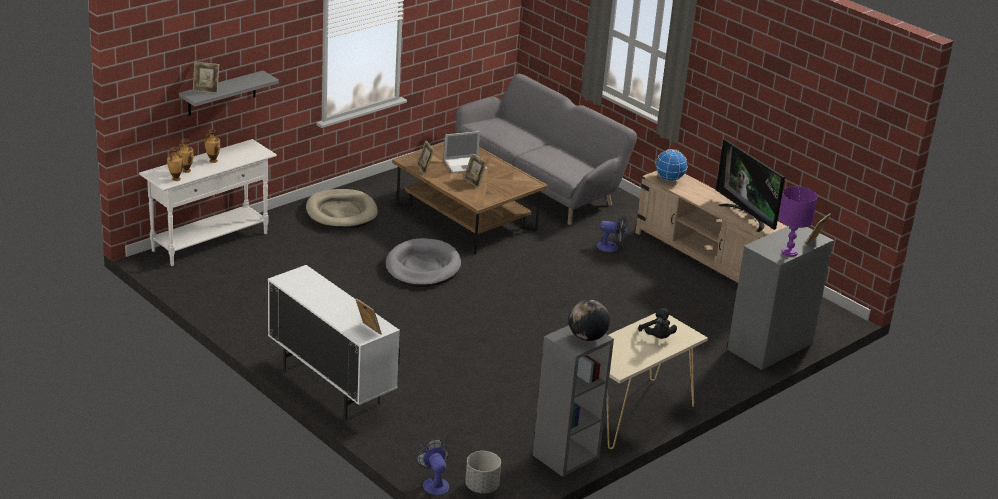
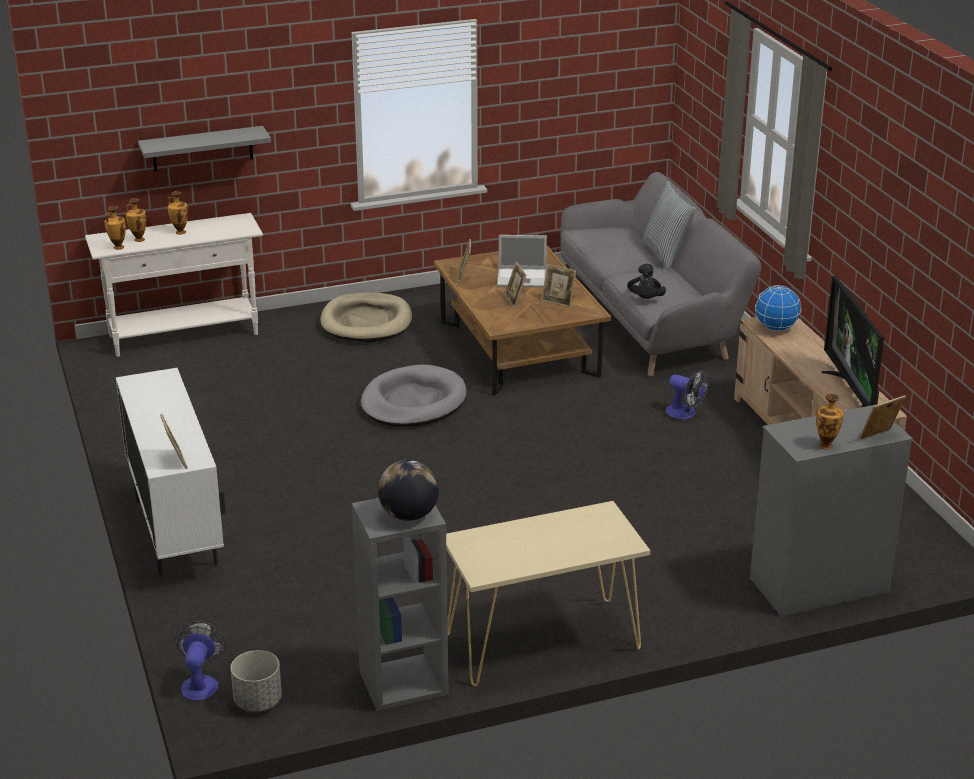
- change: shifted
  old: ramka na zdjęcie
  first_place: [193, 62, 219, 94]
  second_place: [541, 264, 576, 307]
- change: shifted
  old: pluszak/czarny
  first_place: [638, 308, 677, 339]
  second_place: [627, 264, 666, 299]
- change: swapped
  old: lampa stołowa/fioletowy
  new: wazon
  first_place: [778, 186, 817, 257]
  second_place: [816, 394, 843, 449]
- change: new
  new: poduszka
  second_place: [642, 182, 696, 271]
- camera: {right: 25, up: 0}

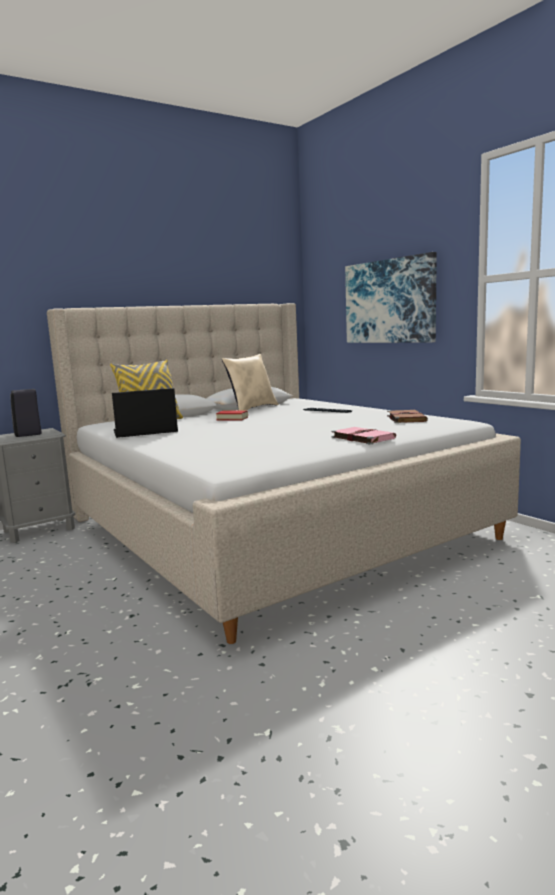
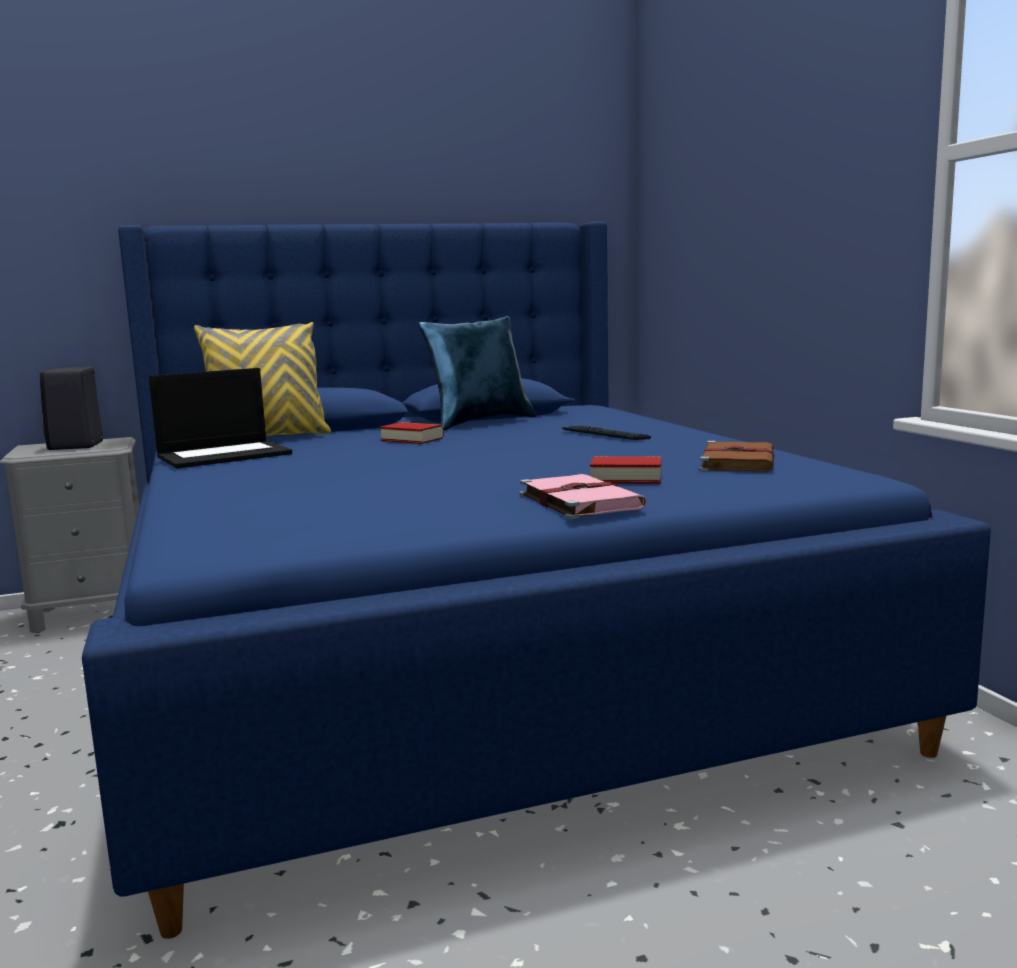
- change: repainted
  old: łóżko/beżowy
  new: łóżko/niebieski
  first_place: [47, 303, 521, 644]
  second_place: [82, 222, 991, 939]
- change: rotated
  old: laptop
  first_place: [112, 388, 178, 438]
  second_place: [149, 368, 292, 469]
  degrees: 150
- change: repainted
  old: poduszka/beżowy
  new: poduszka/niebieski
  first_place: [222, 354, 279, 410]
  second_place: [418, 316, 536, 430]
- change: gone
  old: obraz
  first_place: [345, 252, 437, 343]
- change: new
  new: książka
  second_place: [590, 456, 661, 484]
- camera: {right: 15, up: 0}

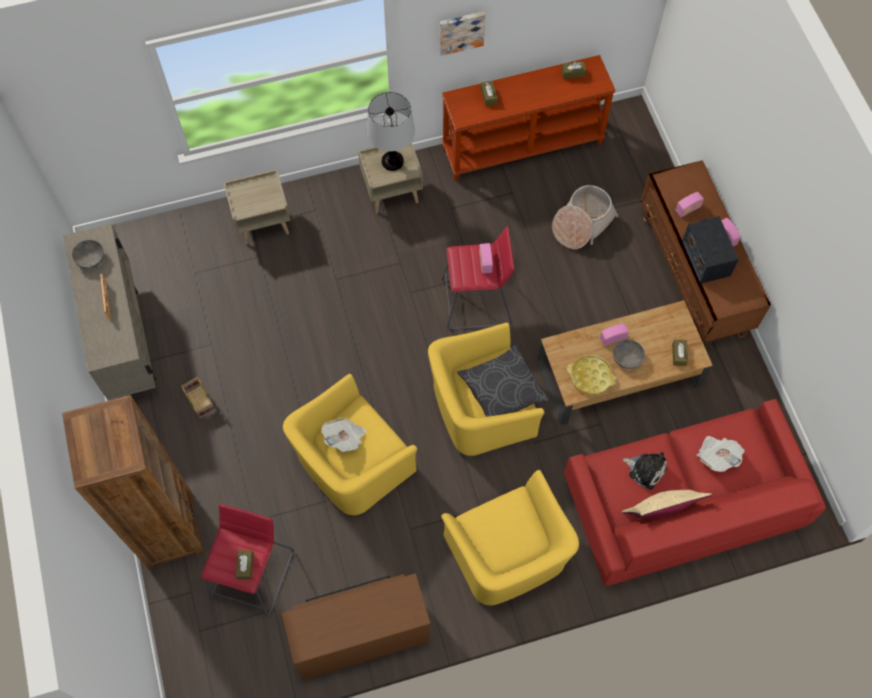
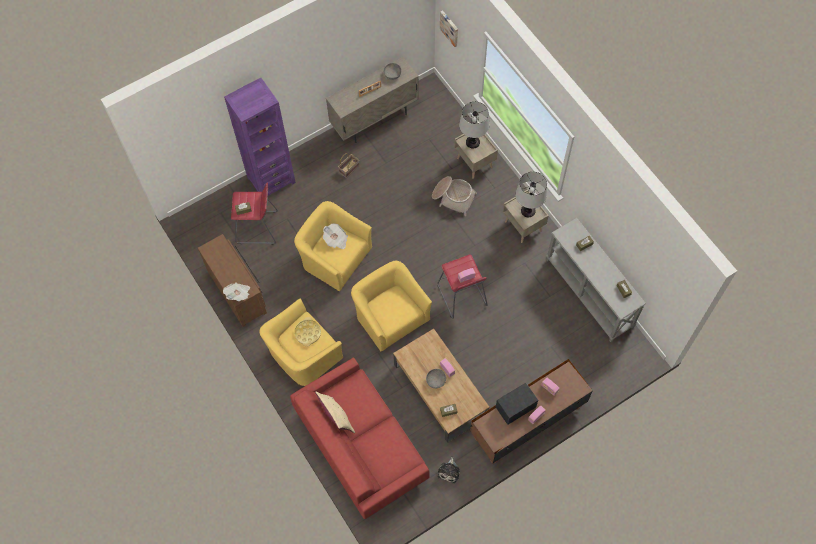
- change: repainted
  old: regał/brązowy
  new: regał/fioletowy
  first_place: [62, 395, 204, 569]
  second_place: [224, 78, 296, 196]
- change: shifted
  old: obraz
  first_place: [440, 11, 485, 56]
  second_place: [440, 10, 458, 47]
- change: repainted
  old: stolik konsolowy/brązowy
  new: stolik konsolowy/szary
  first_place: [442, 55, 616, 181]
  second_place: [546, 218, 646, 342]
- change: gone
  old: poduszka/szary
  first_place: [457, 344, 549, 417]
- change: shifted
  old: koszyk
  first_place: [552, 185, 619, 249]
  second_place: [432, 176, 477, 216]
- change: shifted
  old: taca/żółty
  first_place: [567, 355, 616, 395]
  second_place: [294, 317, 321, 347]
- change: shifted
  old: pluszak
  first_place: [622, 452, 667, 490]
  second_place: [438, 457, 460, 483]
- change: shifted
  old: gazeta
  first_place: [696, 436, 745, 472]
  second_place: [223, 282, 250, 301]
- change: new
  new: lampa stołowa
  second_place: [459, 101, 489, 149]
- camera: {right: 75, up: 0}

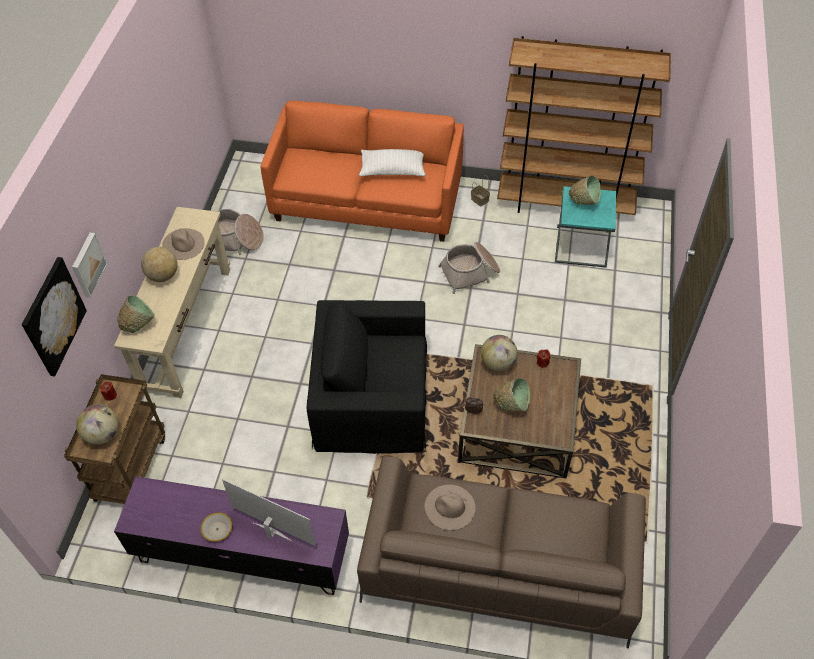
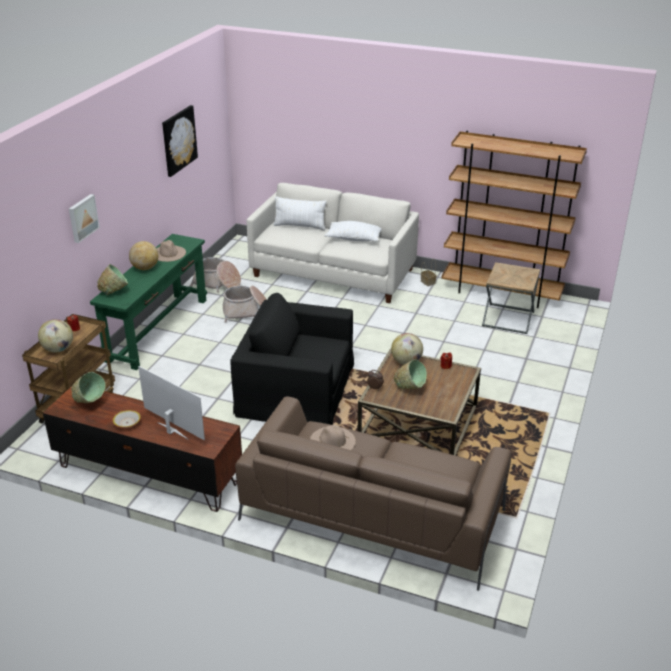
- change: shifted
  old: obraz
  first_place: [22, 257, 87, 376]
  second_place: [162, 105, 198, 177]
- change: repainted
  old: stolik konsolowy/beżowy
  new: stolik konsolowy/zielony
  first_place: [114, 207, 230, 398]
  second_place: [90, 234, 207, 370]
- change: repainted
  old: szafka pod telewizor/fioletowy
  new: szafka pod telewizor/brązowy
  first_place: [114, 476, 349, 595]
  second_place: [43, 386, 242, 512]
- change: repainted
  old: kanapa/pomarańczowy
  new: kanapa/biały
  first_place: [261, 101, 464, 242]
  second_place: [247, 183, 419, 303]
- change: shifted
  old: koszyk
  first_place: [438, 242, 500, 294]
  second_place: [222, 286, 267, 322]
- change: repainted
  old: stolik/turkusowy
  new: stolik/brązowy
  first_place: [555, 186, 616, 268]
  second_place: [482, 262, 540, 334]
- change: shifted
  old: miska/zielony
  first_place: [569, 175, 601, 205]
  second_place: [71, 372, 106, 403]
- change: new
  new: poduszka/biały
  second_place: [273, 196, 327, 230]
- camera: {right: 10, up: -20}

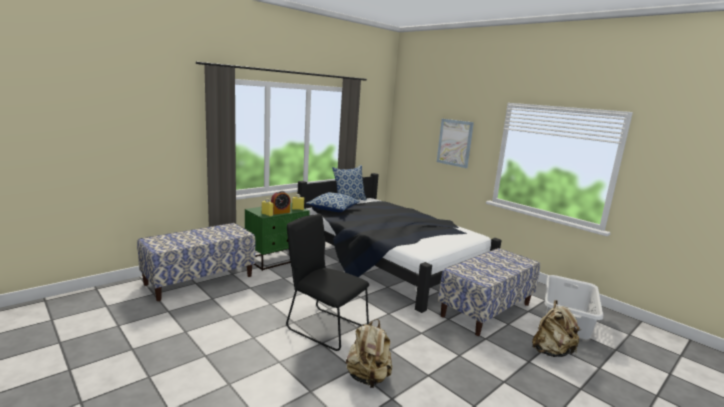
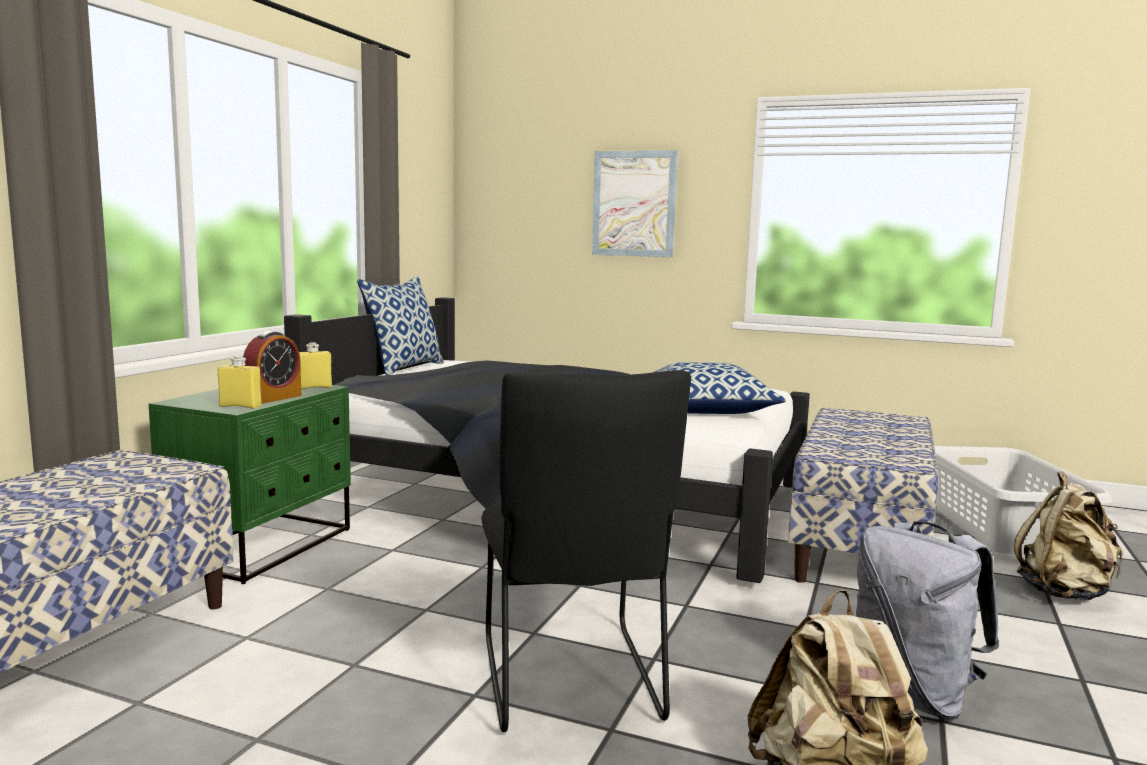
- change: rotated
  old: krzesło/czarny
  first_place: [286, 214, 369, 351]
  second_place: [481, 370, 691, 732]
  degrees: -105
- change: shifted
  old: poduszka
  first_place: [306, 192, 360, 212]
  second_place: [652, 362, 786, 414]
- change: new
  new: plecak/szary
  second_place: [856, 521, 999, 720]
- camera: {right: -25, up: -5}

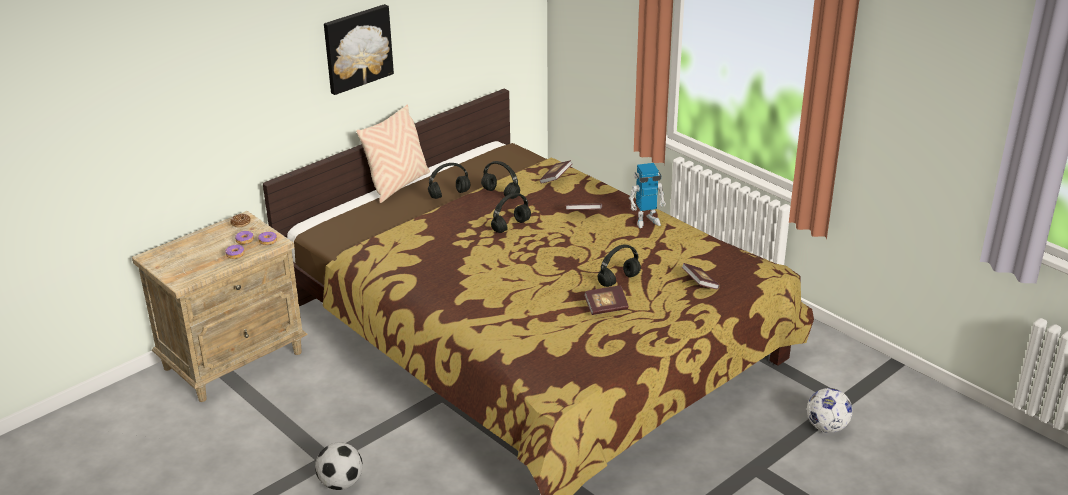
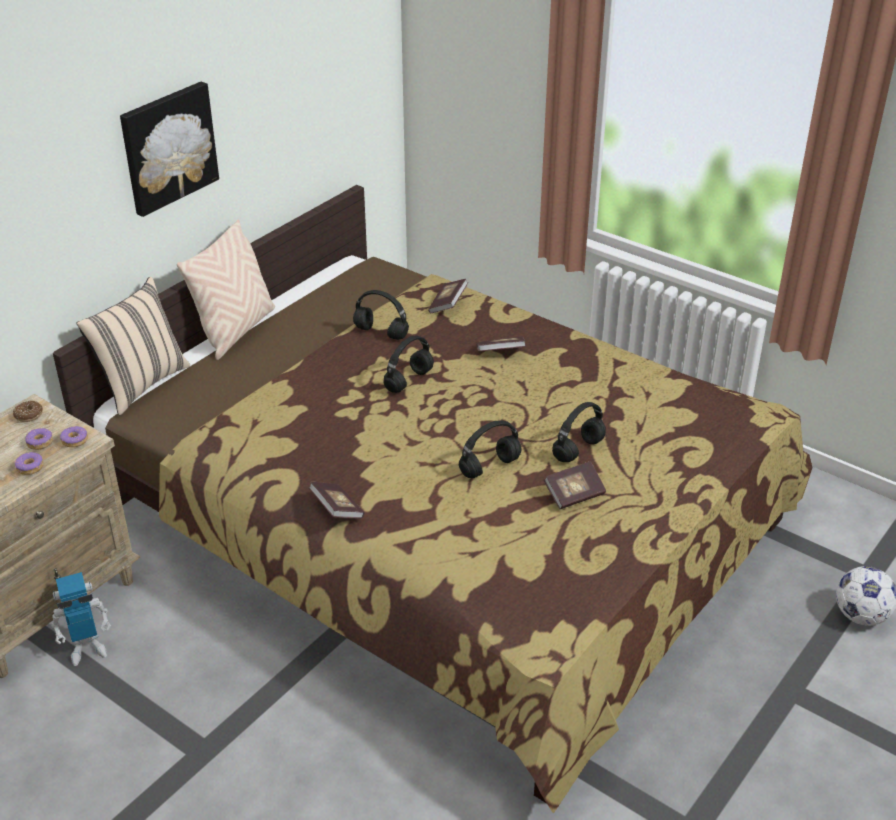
- change: gone
  old: piłka futbolowa
  first_place: [315, 442, 363, 490]
- change: shifted
  old: słuchawki/czarny
  first_place: [428, 163, 470, 199]
  second_place: [459, 420, 522, 478]
- change: shifted
  old: robot zabawkowy
  first_place: [629, 163, 666, 228]
  second_place: [51, 572, 111, 666]
- change: shifted
  old: książka
  first_place: [681, 263, 720, 290]
  second_place: [309, 482, 364, 519]
- change: new
  new: poduszka/beżowy
  second_place: [76, 277, 190, 415]
- camera: {right: -10, up: 5}

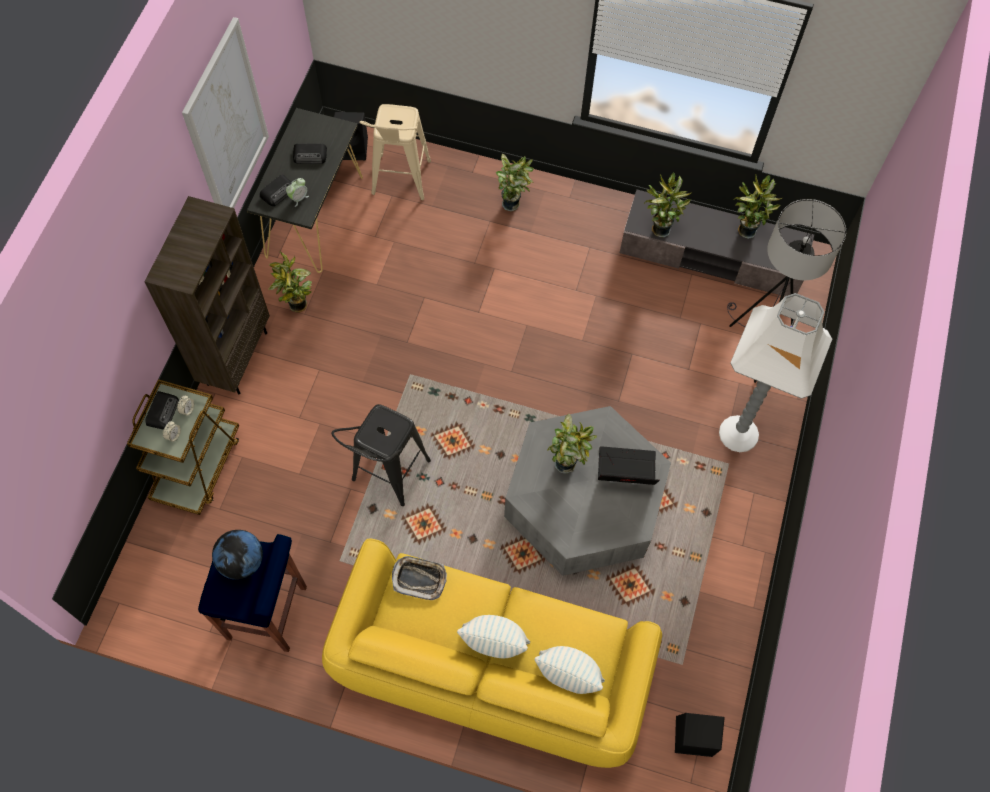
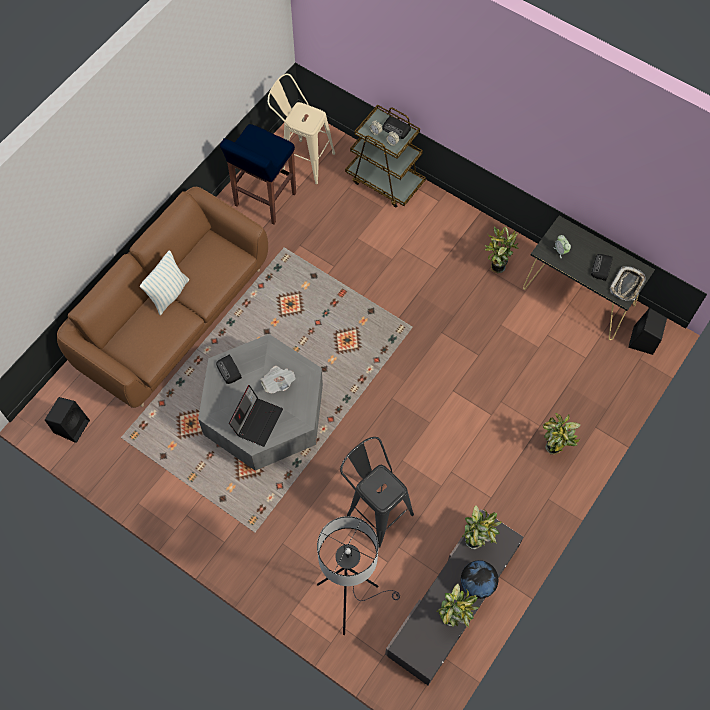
- change: gone
  old: regał/brązowy
  first_place: [144, 196, 270, 395]
- change: gone
  old: obraz
  first_place: [182, 17, 269, 208]
- change: shifted
  old: globus
  first_place: [212, 530, 263, 580]
  second_place: [461, 560, 498, 599]
- change: shifted
  old: radio
  first_place: [259, 175, 292, 206]
  second_place: [216, 355, 242, 384]
- change: repainted
  old: kanapa/żółty
  new: kanapa/brązowy
  first_place: [322, 539, 662, 768]
  second_place: [57, 187, 268, 408]
- change: shifted
  old: stołek/czarny
  first_place: [331, 404, 431, 506]
  second_place: [340, 437, 414, 548]
- change: shifted
  old: stołek/beżowy
  first_place: [359, 104, 431, 200]
  second_place: [268, 74, 335, 184]
- change: shifted
  old: taca
  first_place: [392, 556, 447, 600]
  second_place: [610, 266, 646, 301]
- change: gone
  old: poduszka
  first_place: [534, 646, 605, 694]
- change: swapped
  old: roślina doniczkowa
  new: gazeta
  first_place: [547, 414, 597, 473]
  second_place: [260, 366, 296, 393]
- change: gone
  old: lampa stojąca/biały
  first_place: [719, 293, 832, 452]
- camera: {right: 110, up: 0}

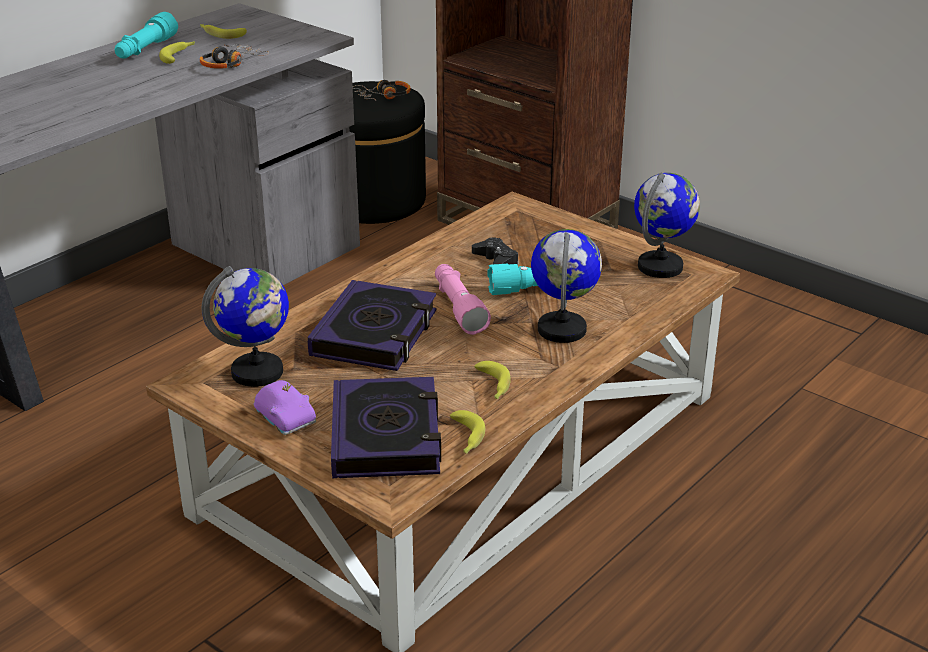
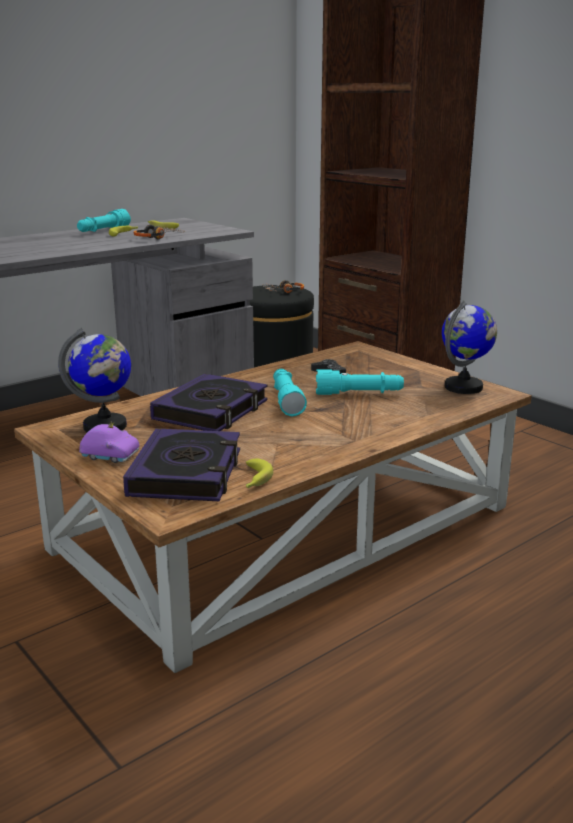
- change: rotated
  old: samochodzik/fioletowy
  first_place: [253, 380, 316, 435]
  second_place: [79, 421, 139, 463]
  degrees: -45
- change: repainted
  old: latarka/różowy
  new: latarka/turkusowy
  first_place: [435, 264, 491, 335]
  second_place: [273, 369, 307, 416]
- change: gone
  old: banan
  first_place: [474, 361, 511, 399]
- change: gone
  old: globus
  first_place: [531, 229, 602, 343]
- camera: {right: 10, up: -10}

